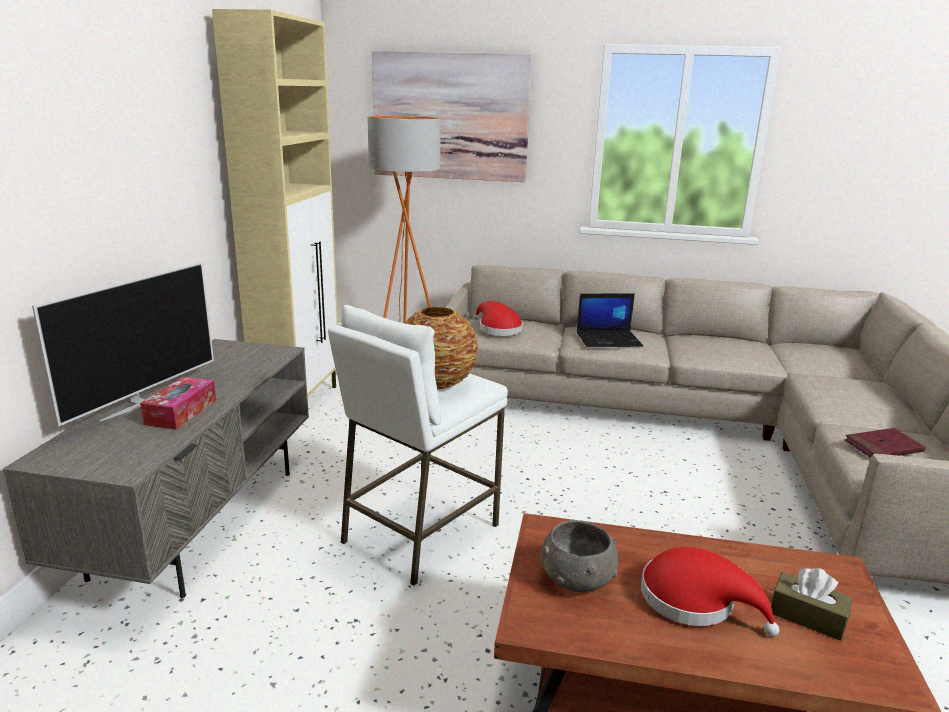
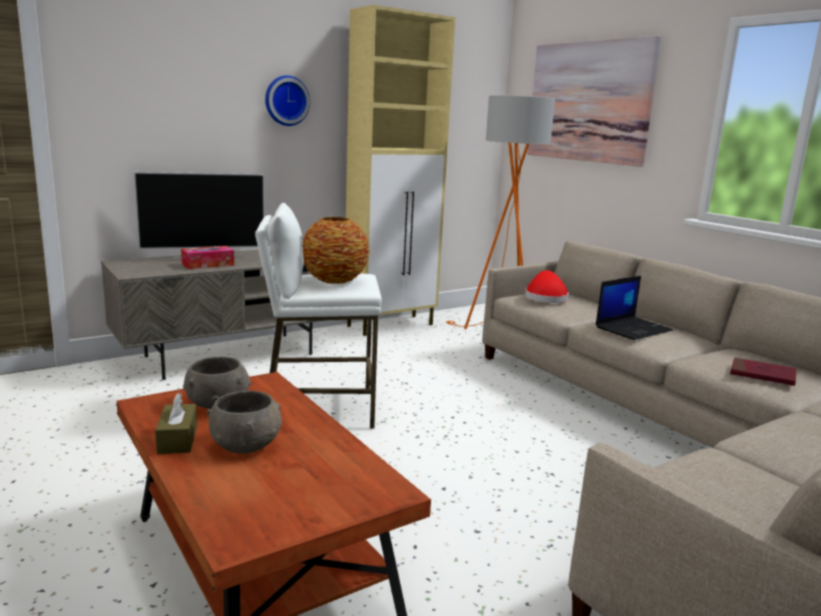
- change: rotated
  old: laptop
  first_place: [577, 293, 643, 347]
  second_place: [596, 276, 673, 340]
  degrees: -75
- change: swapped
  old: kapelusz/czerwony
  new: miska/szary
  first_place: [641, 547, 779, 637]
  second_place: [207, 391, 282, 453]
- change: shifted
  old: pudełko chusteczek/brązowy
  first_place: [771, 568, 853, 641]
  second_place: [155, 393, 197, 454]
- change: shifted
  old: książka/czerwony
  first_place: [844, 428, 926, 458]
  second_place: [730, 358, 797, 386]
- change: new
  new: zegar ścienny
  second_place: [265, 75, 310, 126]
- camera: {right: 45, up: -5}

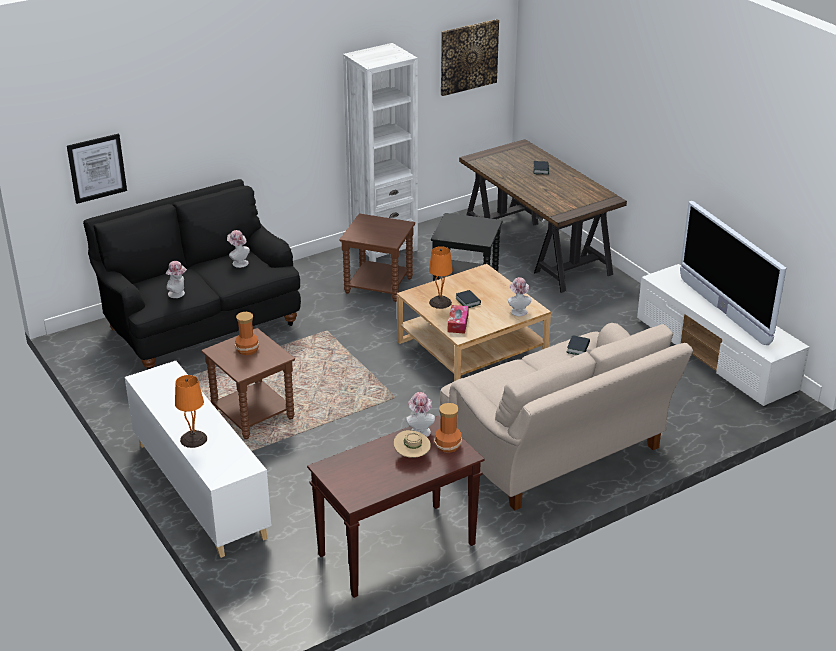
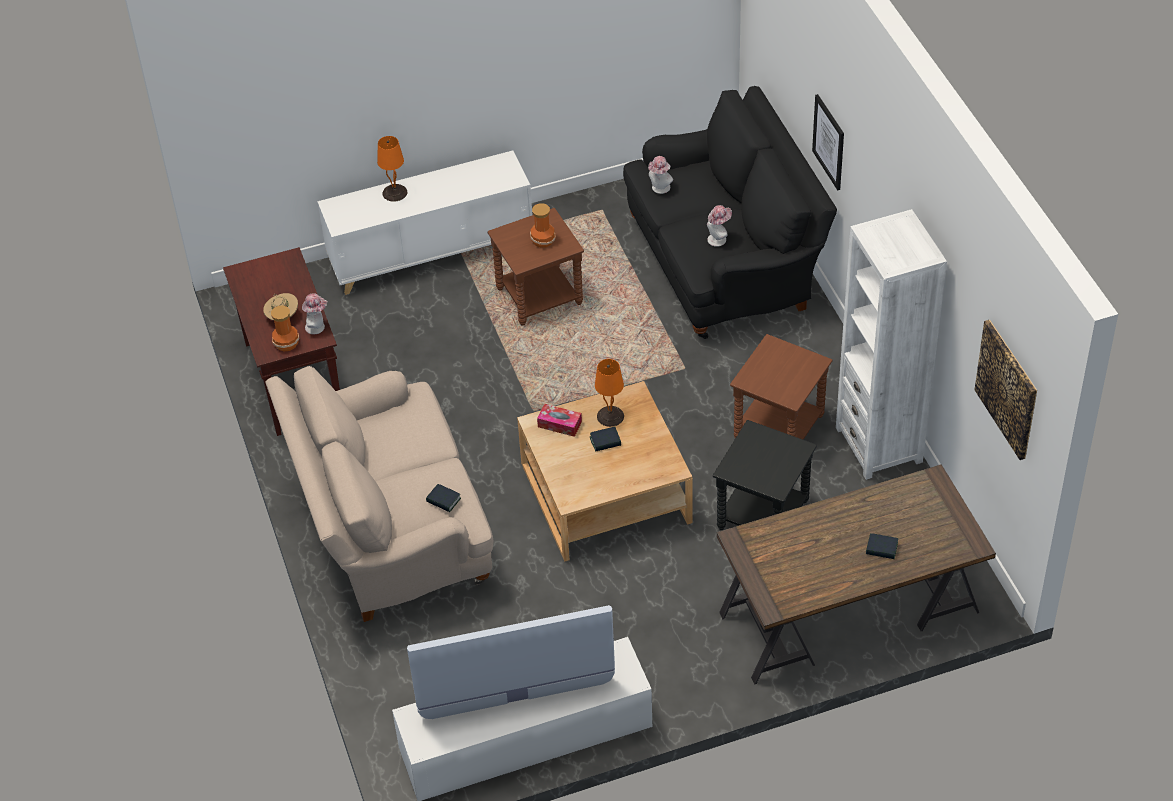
- change: shifted
  old: obraz
  first_place: [67, 133, 127, 204]
  second_place: [812, 94, 844, 191]
- change: gone
  old: kapelusz
  first_place: [508, 277, 531, 316]
- camera: {right: 105, up: 15}

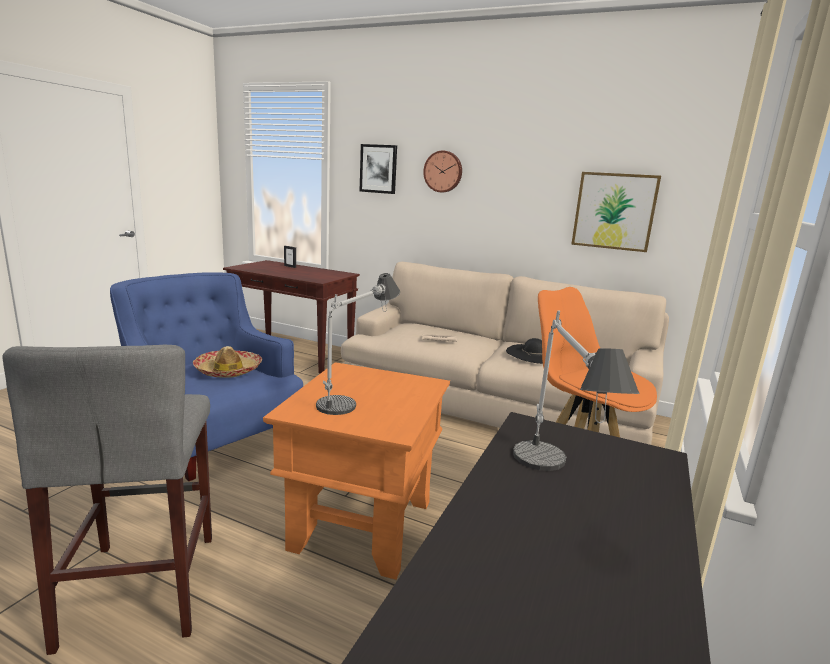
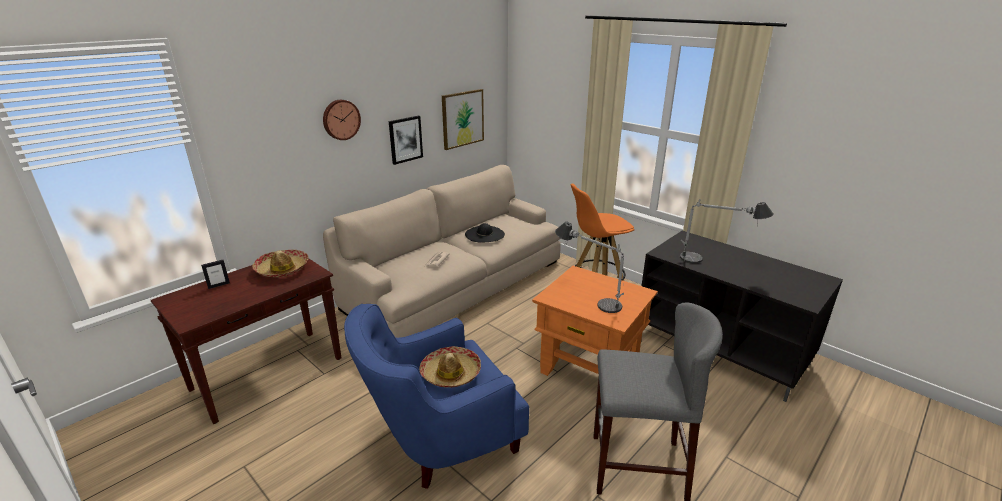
- change: shifted
  old: obraz
  first_place: [360, 144, 397, 194]
  second_place: [389, 116, 423, 165]
- change: new
  new: kapelusz
  second_place: [252, 249, 308, 277]
- camera: {right: -70, up: 10}

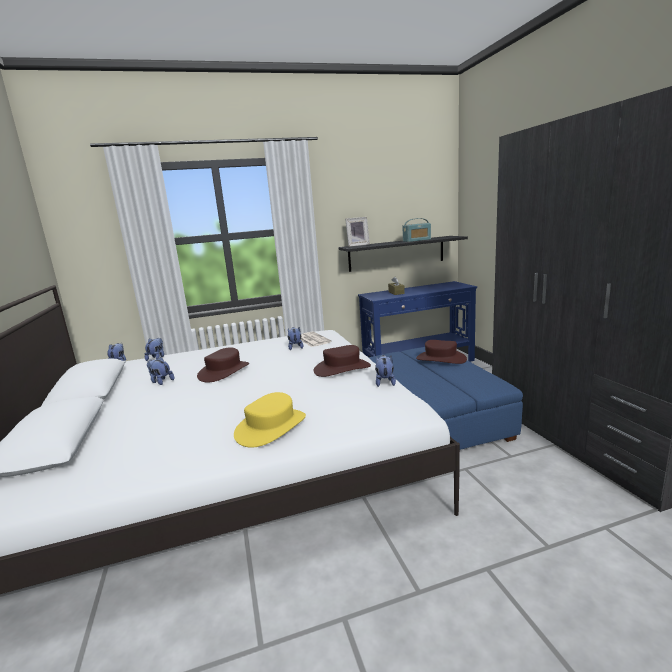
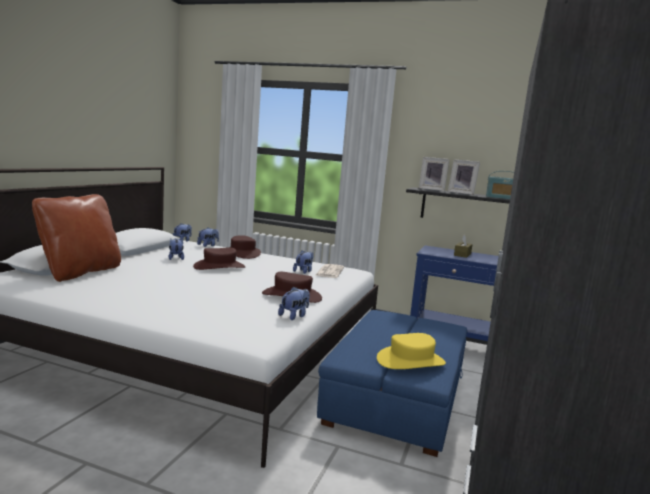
- change: shifted
  old: kapelusz/żółty
  first_place: [234, 392, 306, 448]
  second_place: [377, 333, 446, 369]
- change: shifted
  old: kapelusz/brązowy
  first_place: [416, 340, 467, 364]
  second_place: [229, 235, 261, 259]
- change: new
  new: poduszka/brązowy
  second_place: [32, 194, 121, 282]
- change: new
  new: ramka na zdjęcie
  second_place: [448, 159, 480, 195]
- camera: {right: 35, up: -5}

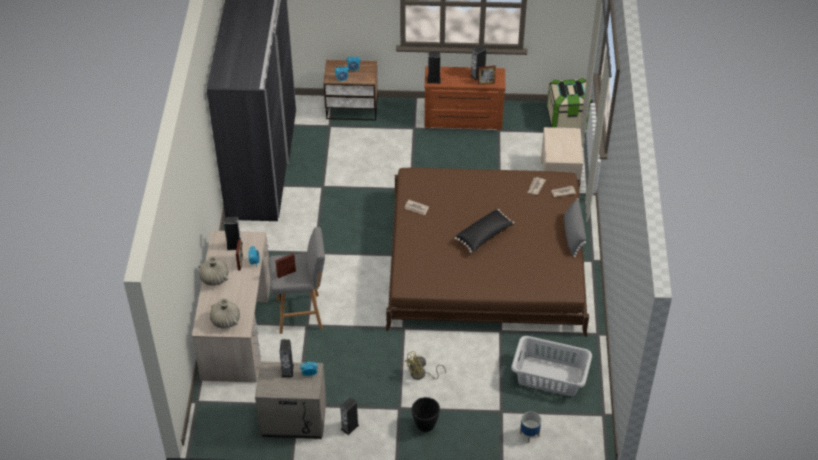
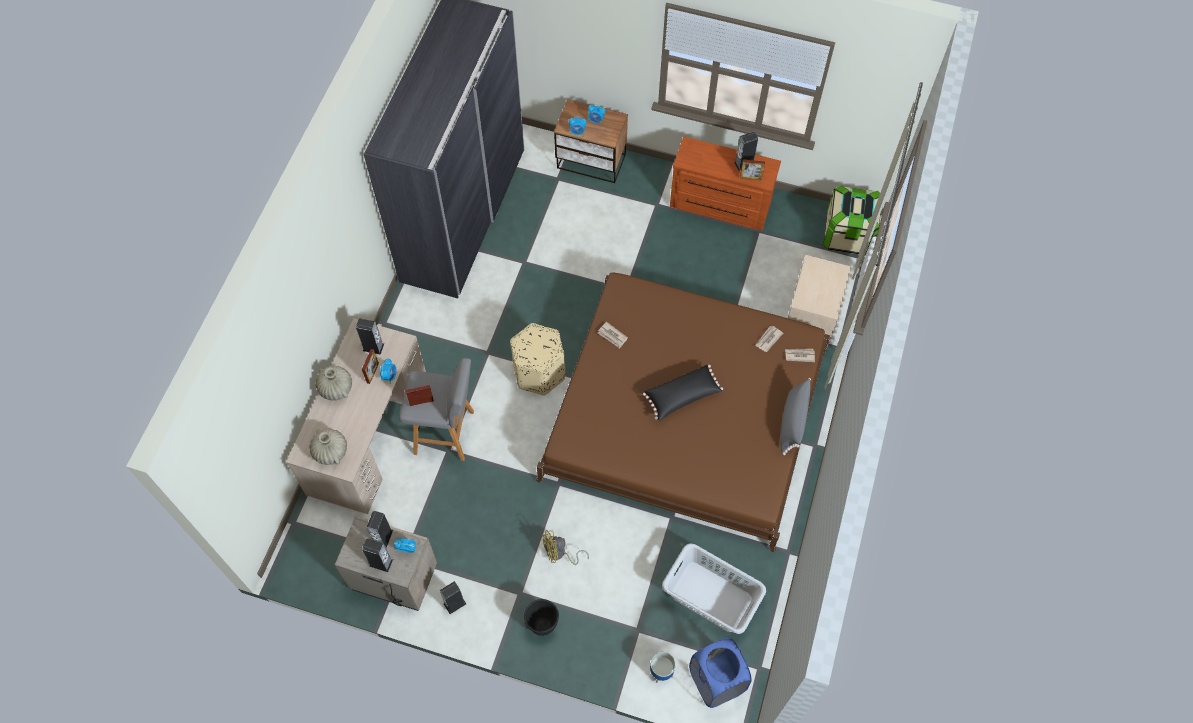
- change: shifted
  old: głośnik
  first_place: [427, 52, 441, 84]
  second_place: [362, 539, 393, 572]
- change: new
  new: pufa/beżowy
  second_place: [510, 323, 565, 395]
- change: new
  new: kosz na pranie/niebieski
  second_place: [689, 638, 752, 708]
- camera: {right: 15, up: 15}

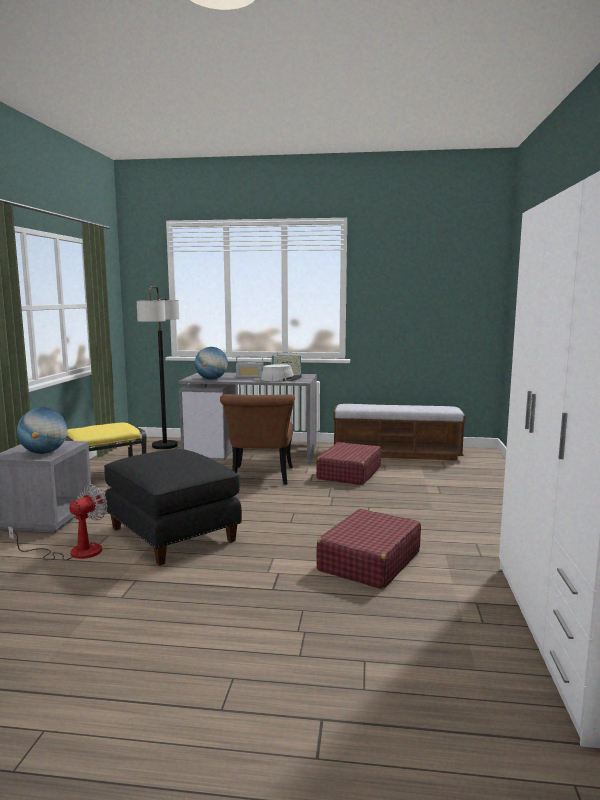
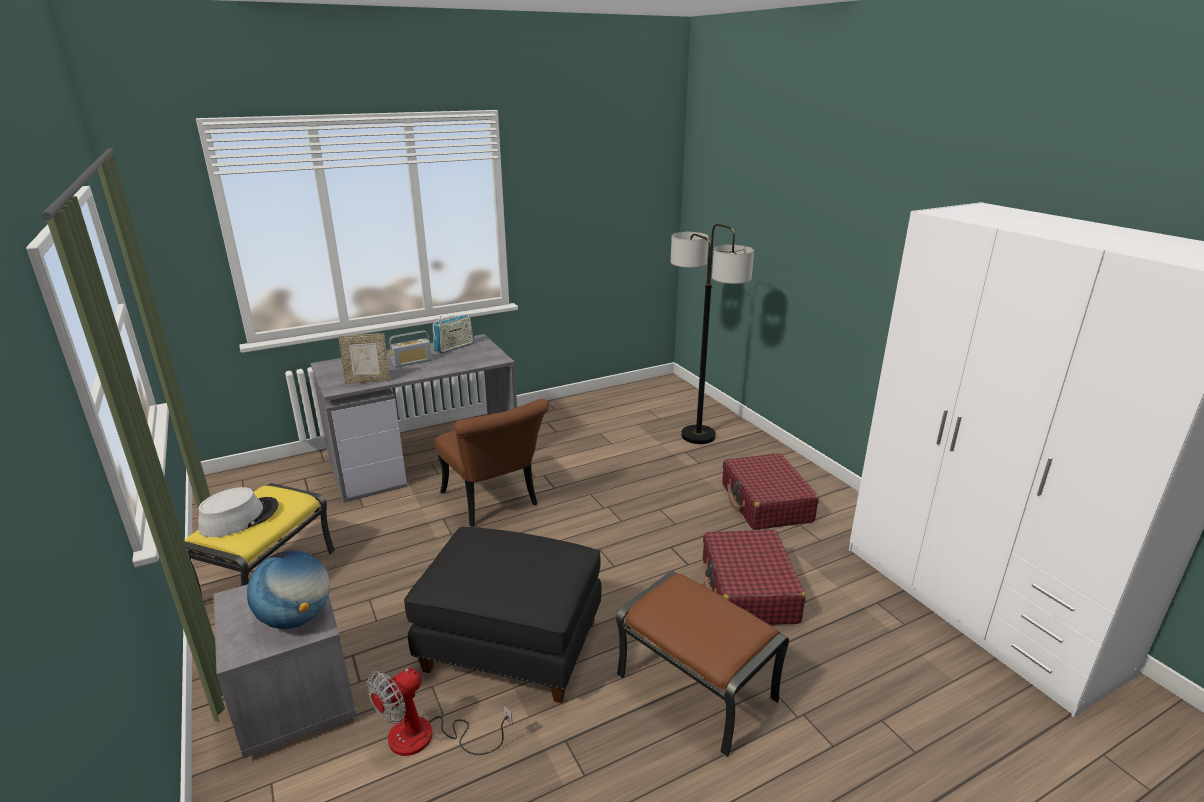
- change: rotated
  old: wentylator
  first_place: [8, 484, 108, 560]
  second_place: [367, 668, 512, 756]
  degrees: -135
- change: shifted
  old: lampa stojąca
  first_place: [137, 286, 179, 449]
  second_place: [671, 224, 754, 444]
- change: swapped
  old: globus
  new: ramka na zdjęcie
  first_place: [195, 347, 228, 380]
  second_place: [338, 333, 390, 384]
- change: shifted
  old: kapelusz/szary
  first_place: [261, 364, 302, 381]
  second_place: [198, 487, 278, 537]
- change: shifted
  old: walizka/czerwony
  first_place: [316, 442, 381, 485]
  second_place: [722, 453, 819, 530]
- change: gone
  old: ławka
  first_place: [333, 404, 465, 461]
- change: new
  new: pufa/brązowy
  second_place: [616, 571, 789, 757]
- camera: {right: -35, up: 15}

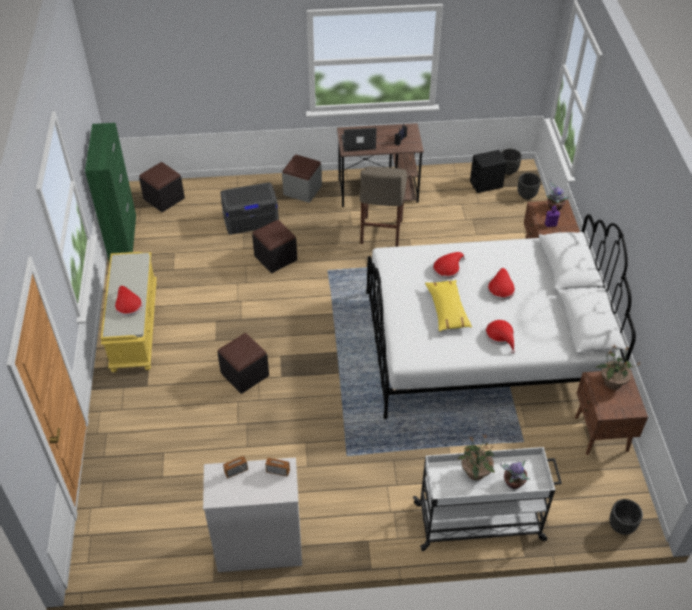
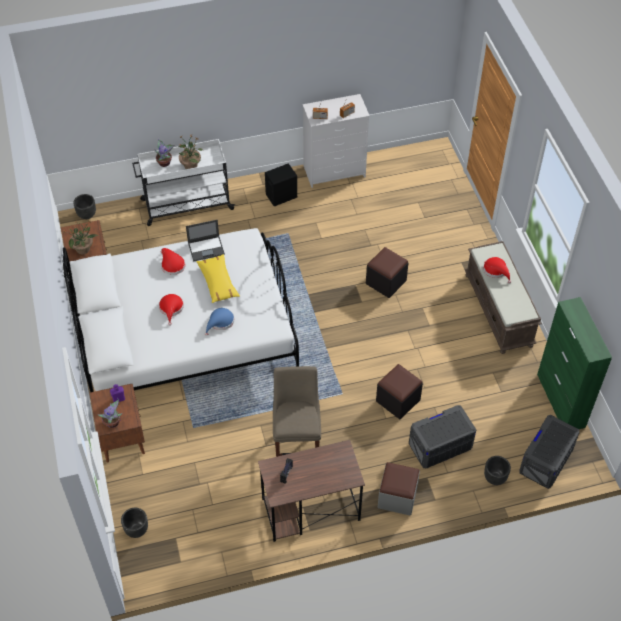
- change: repainted
  old: ławka/żółty
  new: ławka/brązowy
  first_place: [101, 252, 157, 372]
  second_place: [465, 241, 542, 354]
- change: swapped
  old: pufa/czarny
  new: pojemnik do przechowywania/szary
  first_place: [139, 162, 185, 212]
  second_place: [519, 415, 579, 489]
- change: shifted
  old: laptop
  first_place: [342, 128, 377, 151]
  second_place: [186, 220, 225, 261]
- change: repainted
  old: kapelusz/czerwony
  new: kapelusz/niebieski
  first_place: [433, 252, 465, 279]
  second_place: [205, 308, 234, 336]
- change: shifted
  old: głośnik/czarny
  first_place: [470, 150, 507, 193]
  second_place: [265, 163, 297, 206]
- change: shifted
  old: donica/czarny
  first_place: [501, 149, 522, 175]
  second_place: [484, 456, 511, 485]
- camera: {right: 170, up: 5}

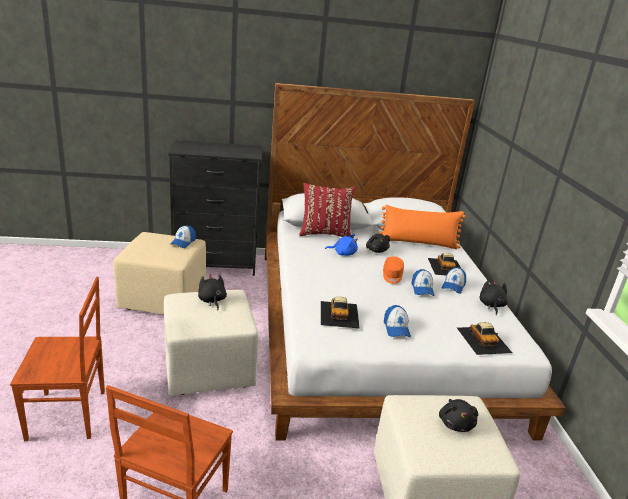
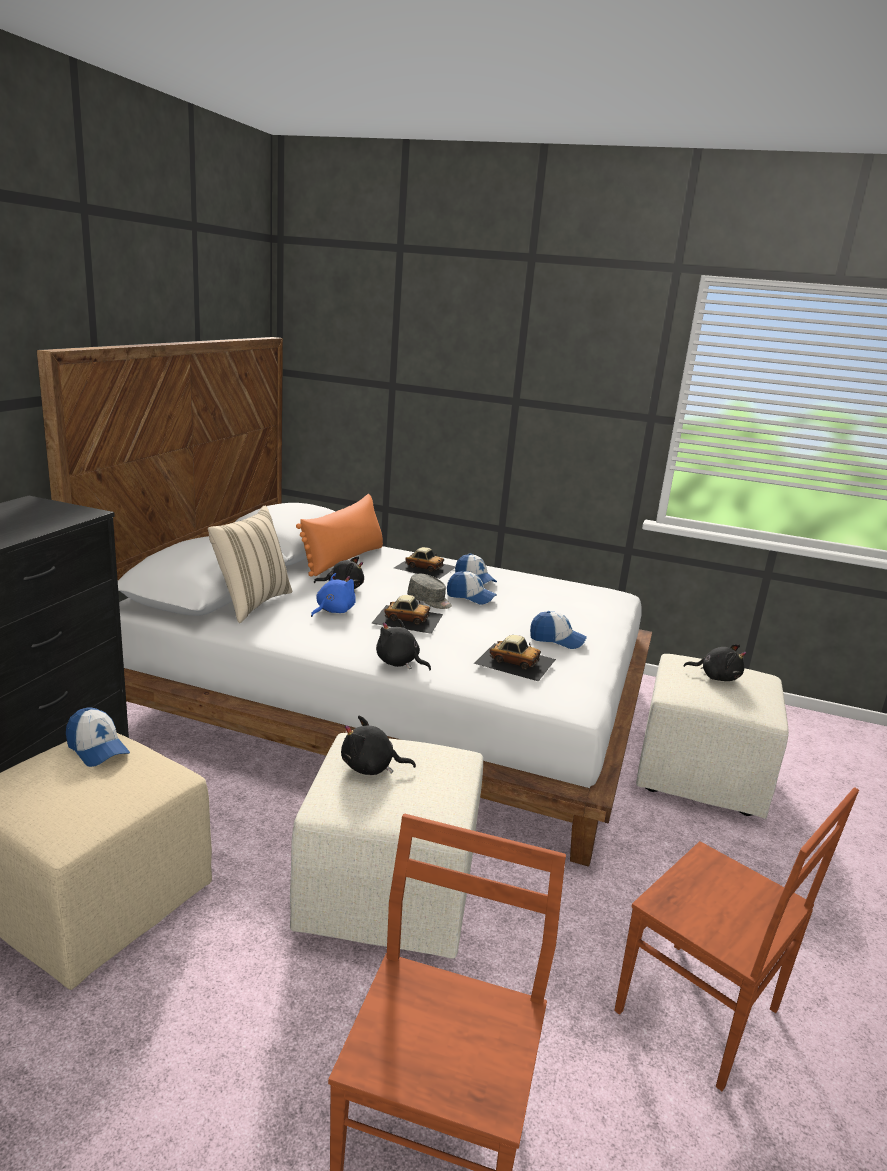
- change: repainted
  old: poduszka/czerwony
  new: poduszka/beżowy
  first_place: [299, 183, 356, 237]
  second_place: [208, 505, 293, 623]
- change: repainted
  old: czapka z daszkiem/pomarańczowy
  new: czapka z daszkiem/szary
  first_place: [383, 256, 404, 284]
  second_place: [407, 574, 452, 609]
- change: shifted
  old: samochodzik
  first_place: [457, 322, 512, 355]
  second_place: [371, 595, 443, 634]
- change: shifted
  old: pluszak/czarny
  first_place: [480, 280, 507, 315]
  second_place: [376, 619, 431, 670]
- camera: {right: -65, up: -5}

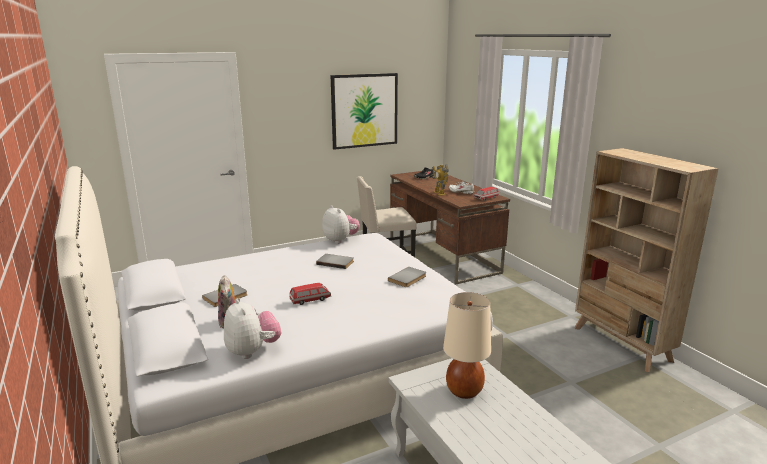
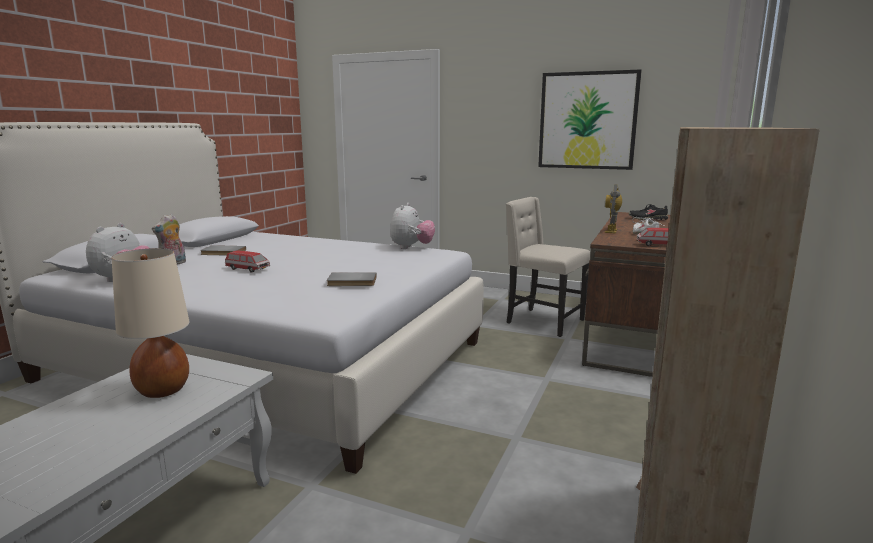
- change: gone
  old: książka/szary
  first_place: [316, 254, 354, 269]
- camera: {right: 50, up: -5}

